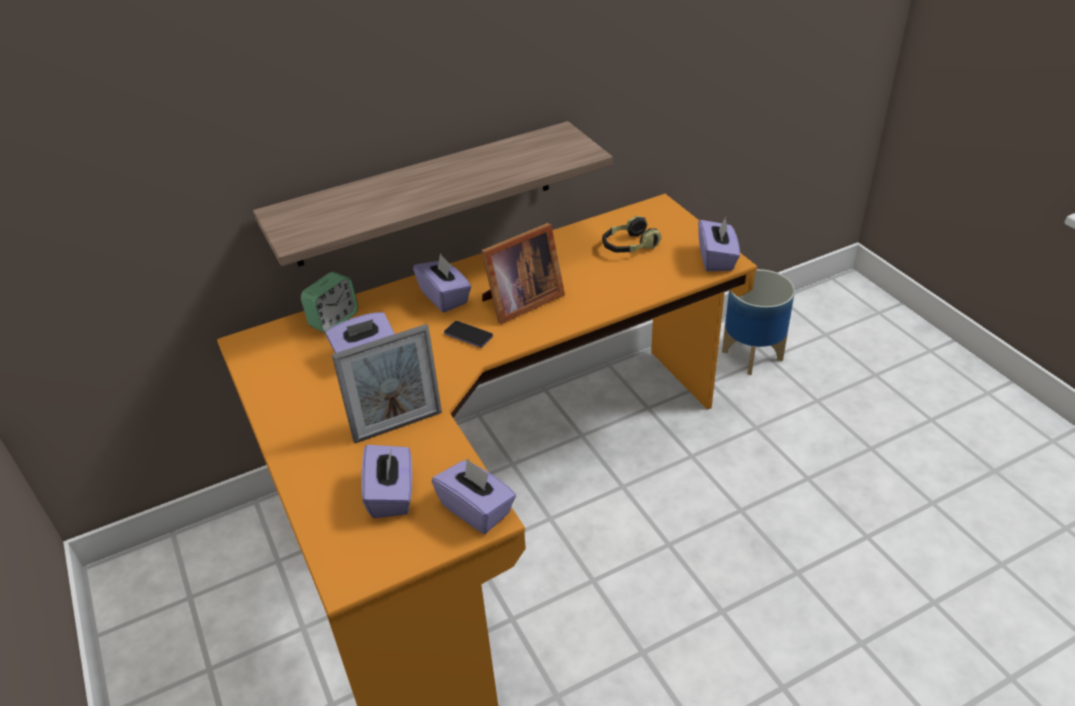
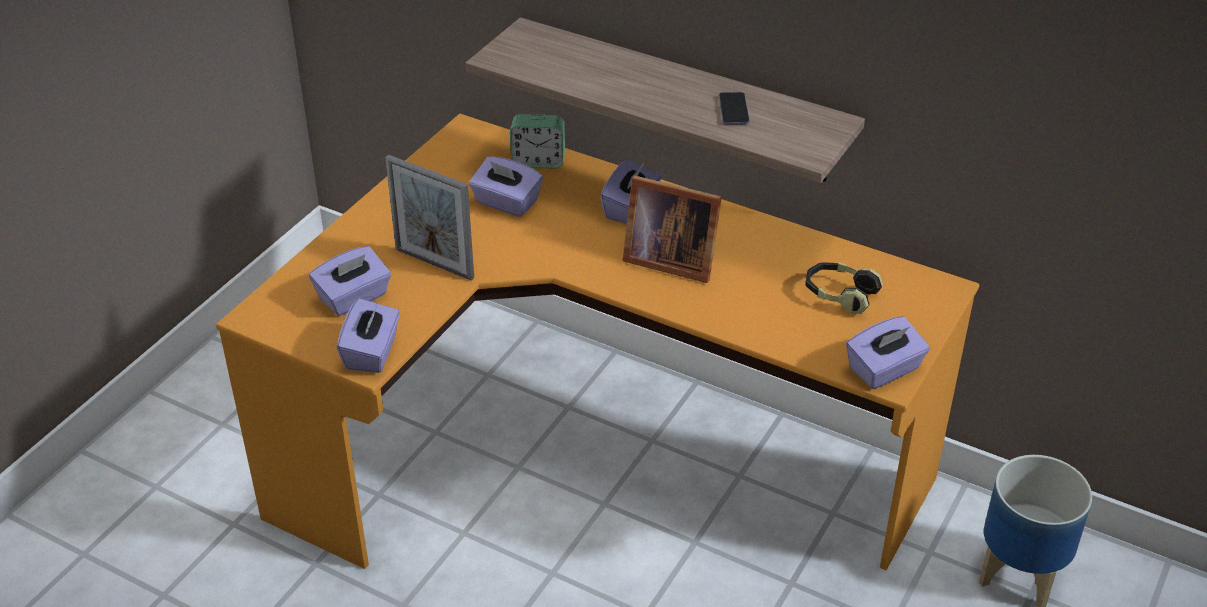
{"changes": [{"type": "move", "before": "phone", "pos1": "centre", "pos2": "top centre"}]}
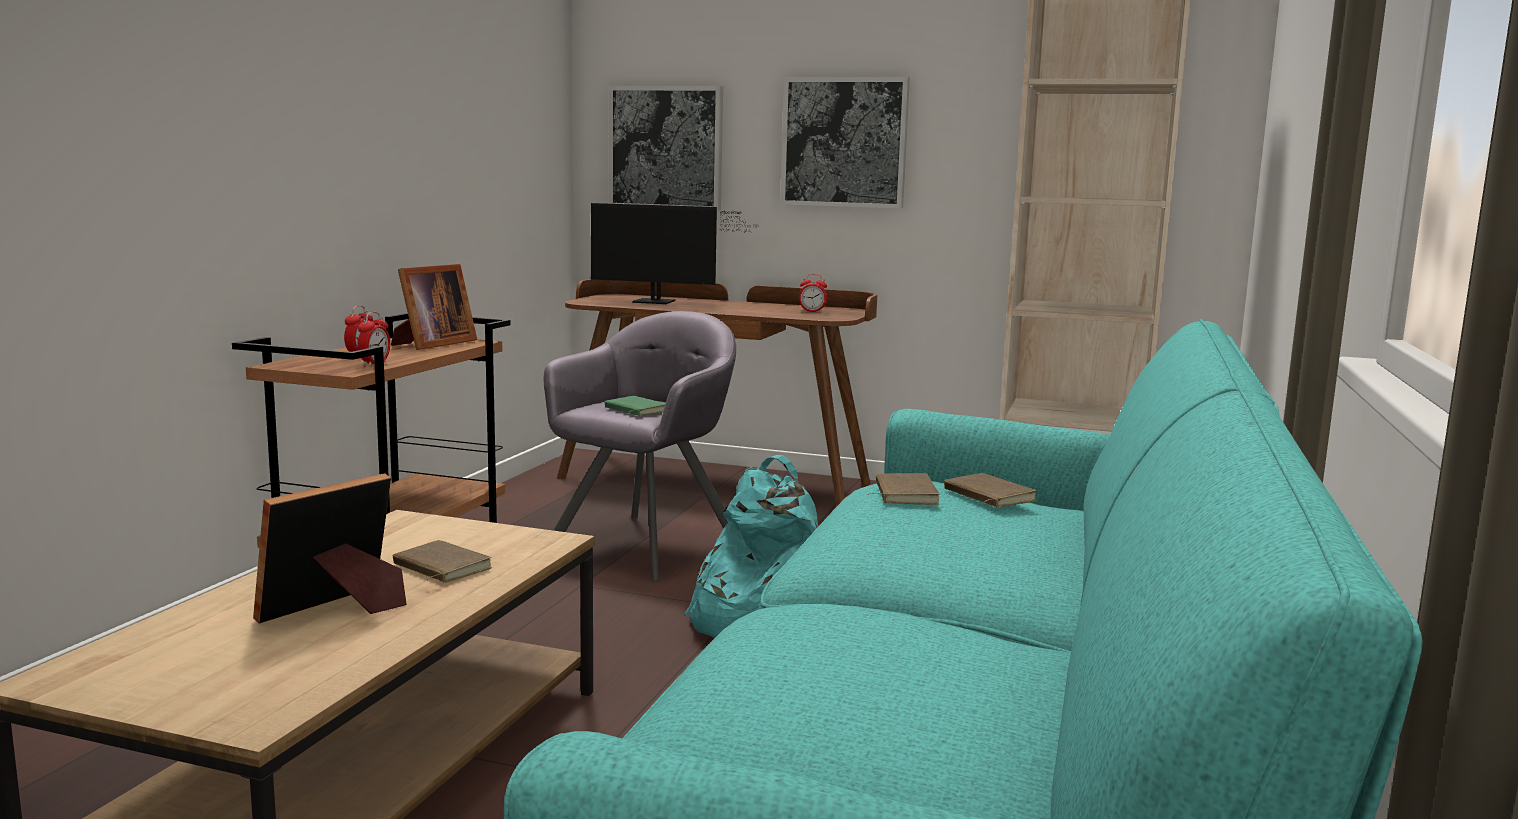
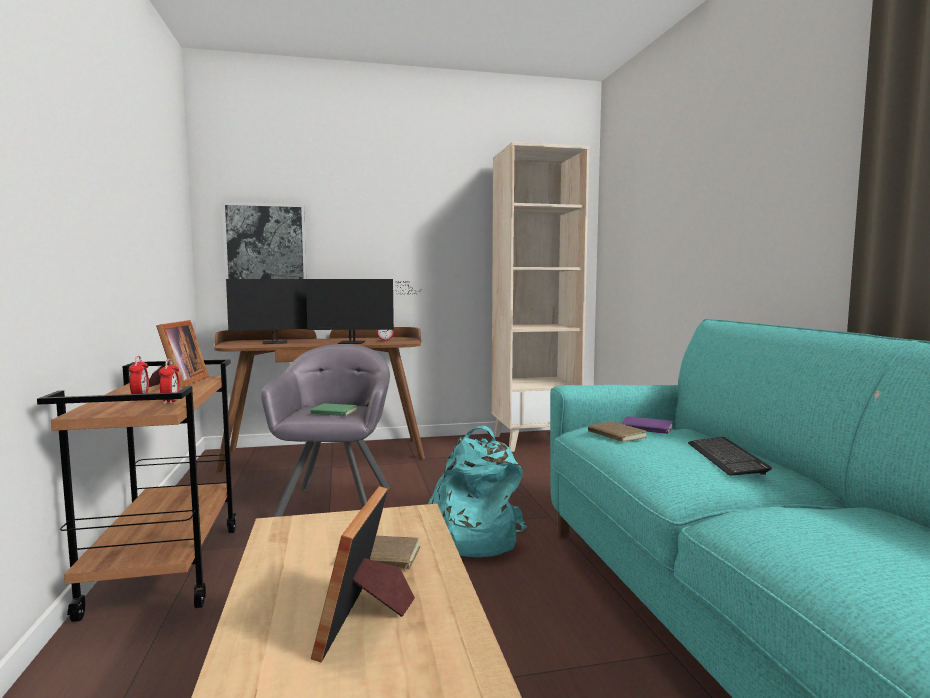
{"changes": [{"type": "insert", "after": "monitor (2nd from left)", "pos2": "centre"}, {"type": "recolor", "before": "brown book (3rd from left)", "after": "purple book", "pos1": "centre", "pos2": "middle right"}, {"type": "insert", "after": "keyboard", "pos2": "middle right"}, {"type": "delete", "before": "picture (2nd from left)", "pos1": "top centre"}]}
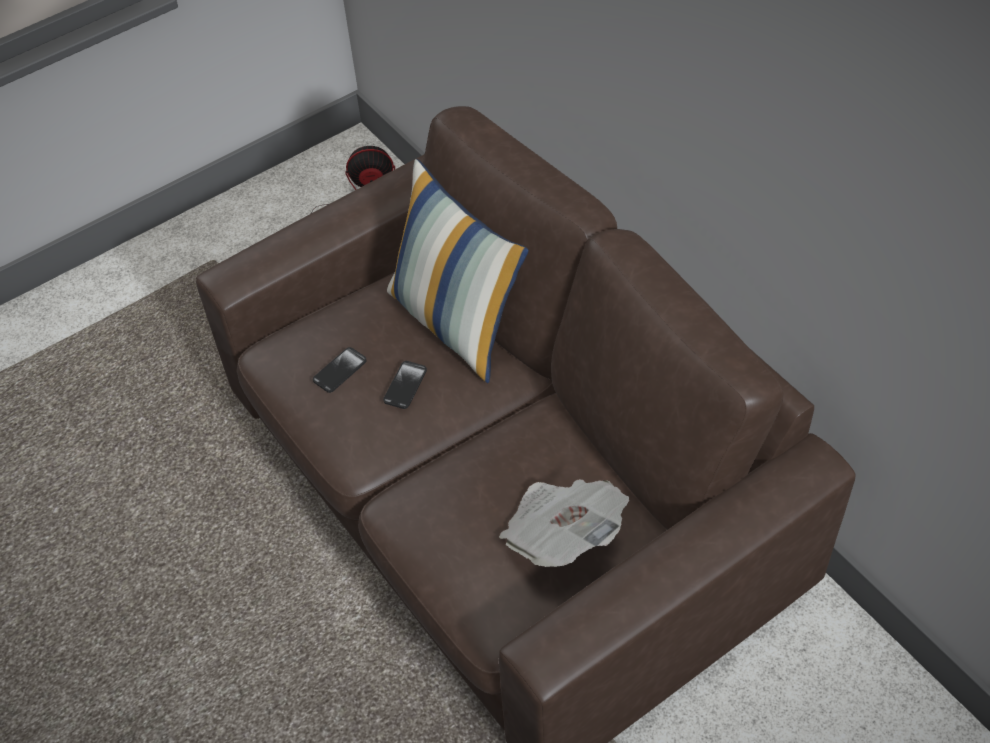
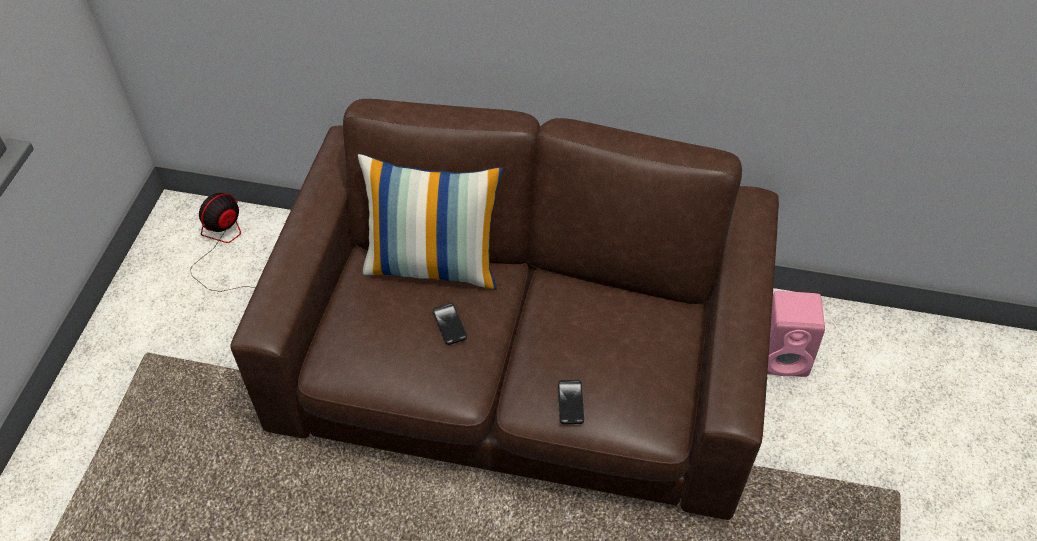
{"changes": [{"type": "move", "before": "phone (1st from left in the first image)", "after": "phone (2nd from left)", "pos1": "centre", "pos2": "bottom centre"}, {"type": "insert", "after": "pink speaker", "pos2": "middle right"}, {"type": "delete", "before": "newspaper", "pos1": "bottom centre"}]}
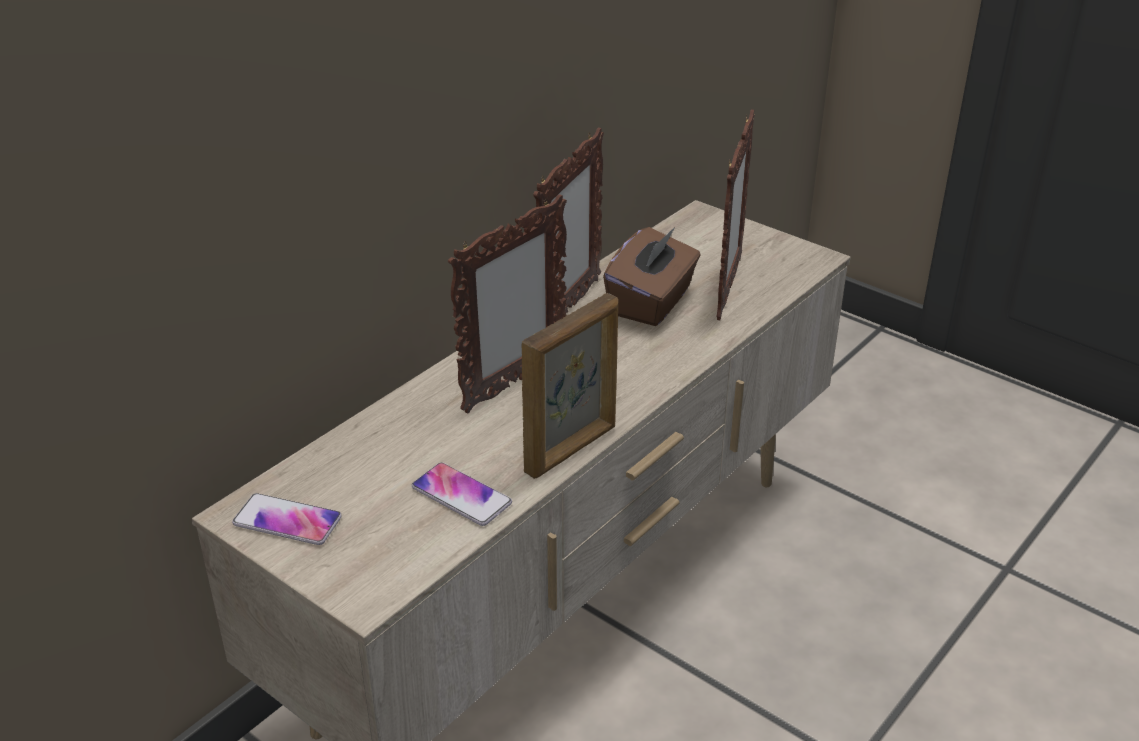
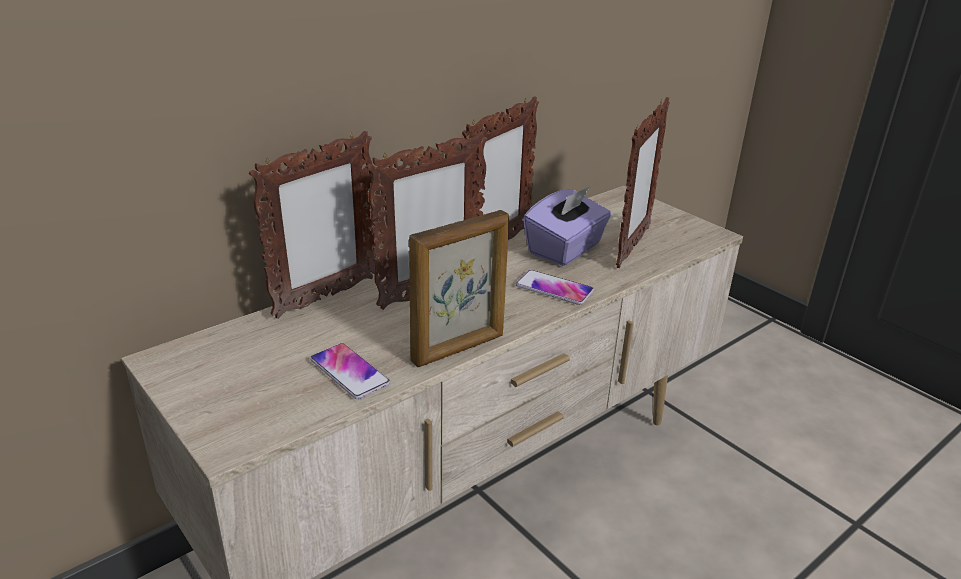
{"changes": [{"type": "insert", "after": "picture frame (1st from left)", "pos2": "middle left"}, {"type": "move", "before": "phone (1st from left in the first image)", "after": "phone (2nd from left)", "pos1": "bottom left", "pos2": "centre"}, {"type": "recolor", "before": "brown tissue box", "after": "purple tissue box", "pos1": "centre", "pos2": "centre"}]}
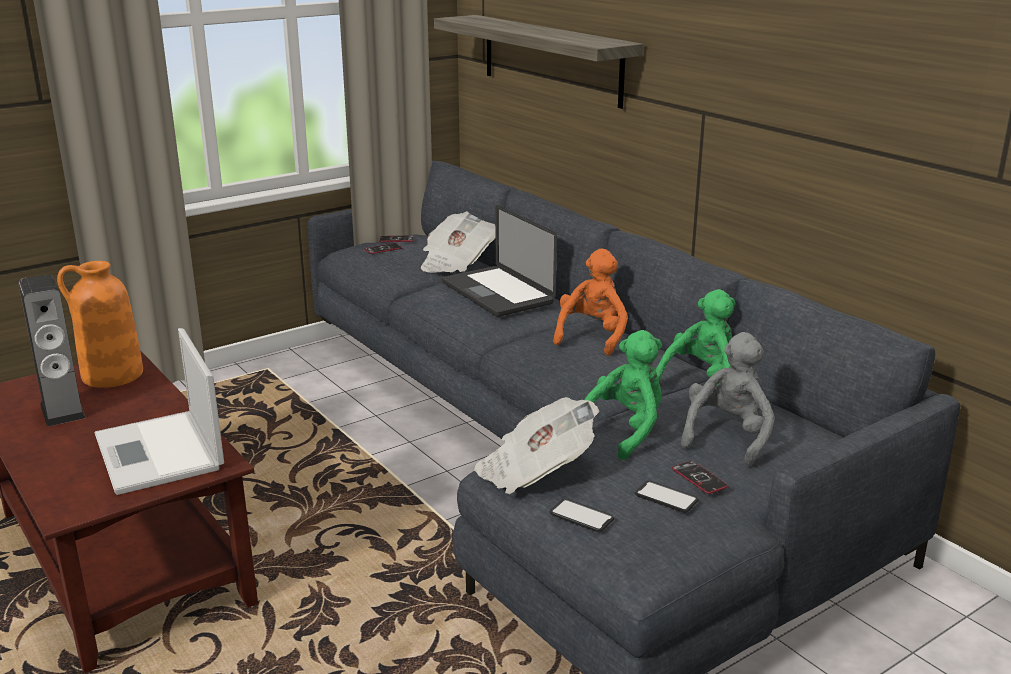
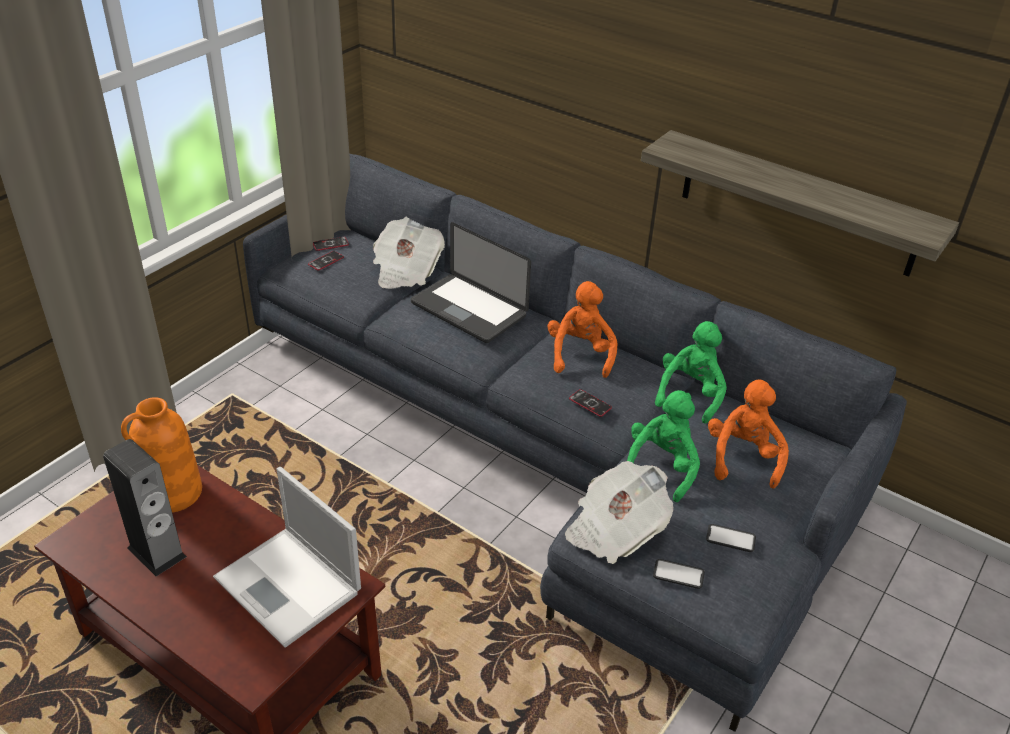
{"changes": [{"type": "move", "before": "phone (5th from left in the first image)", "after": "phone (3rd from left)", "pos1": "bottom right", "pos2": "centre"}, {"type": "move", "before": "shelf", "pos1": "top centre", "pos2": "top right"}, {"type": "recolor", "before": "grey plush toy", "after": "orange plush toy (2nd from left)", "pos1": "middle right", "pos2": "middle right"}]}
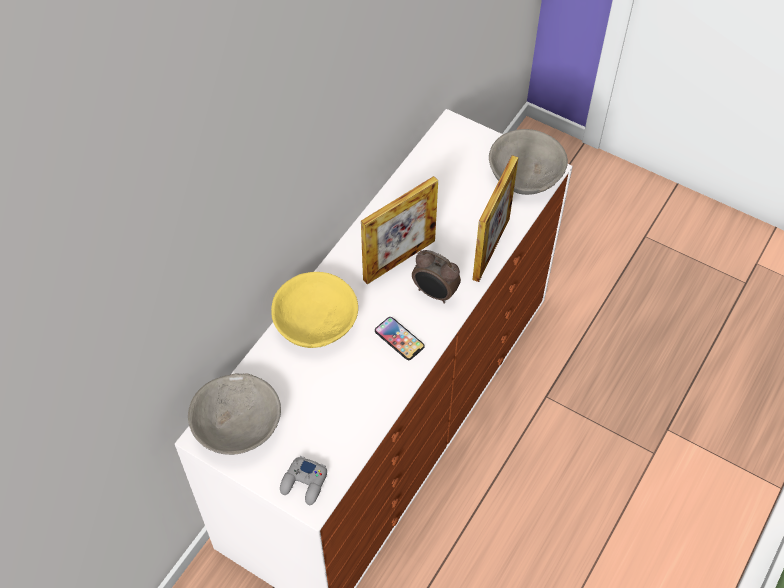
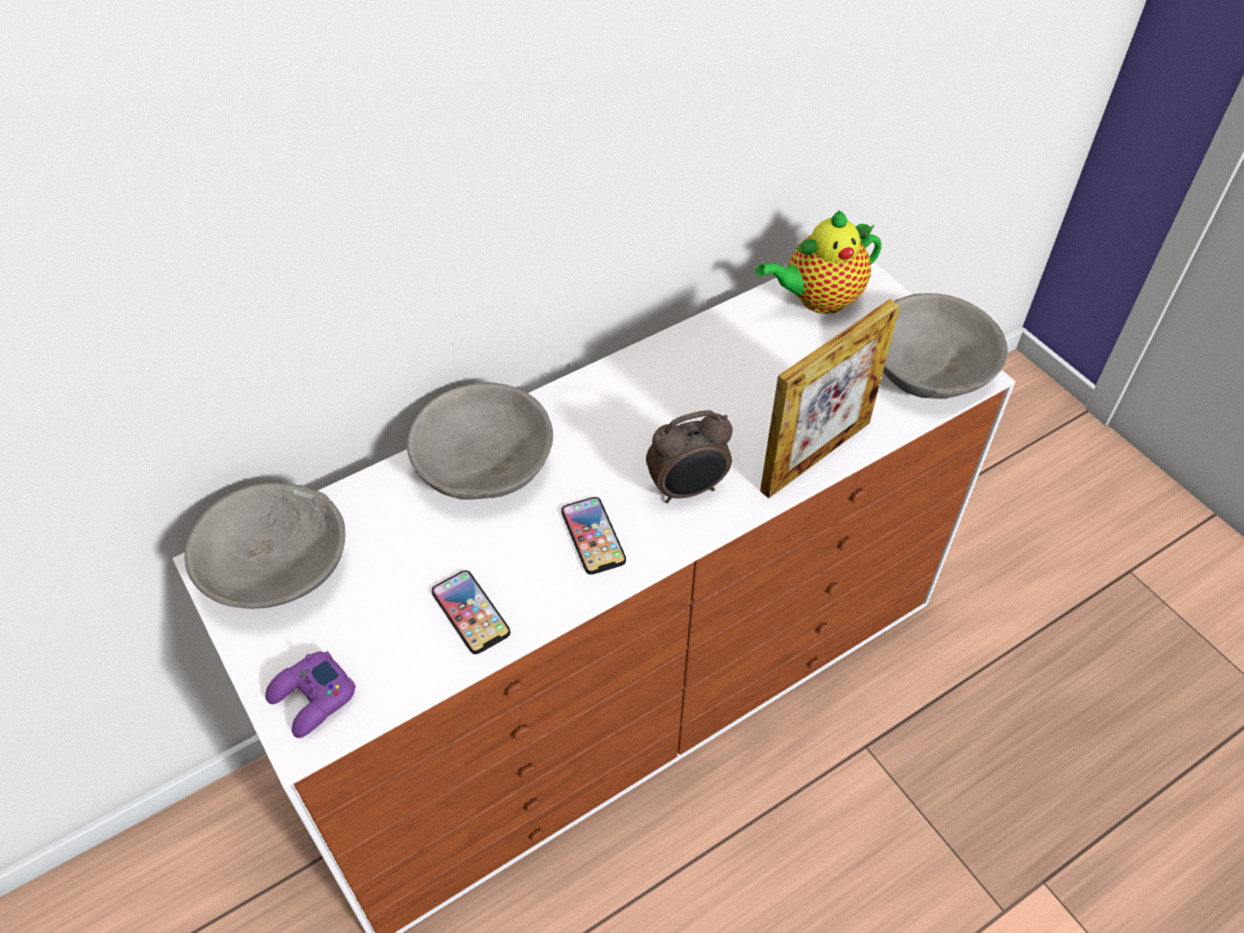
{"changes": [{"type": "recolor", "before": "grey game controller", "after": "purple game controller", "pos1": "bottom centre", "pos2": "bottom left"}, {"type": "recolor", "before": "yellow bowl", "after": "grey bowl (2nd from left)", "pos1": "centre", "pos2": "centre"}, {"type": "insert", "after": "phone (1st from left)", "pos2": "centre"}, {"type": "rotate", "before": "alarm clock", "pos1": "centre", "pos2": "centre", "turn": -75}, {"type": "insert", "after": "teapot", "pos2": "top centre"}, {"type": "delete", "before": "picture frame (1st from left)", "pos1": "centre"}]}
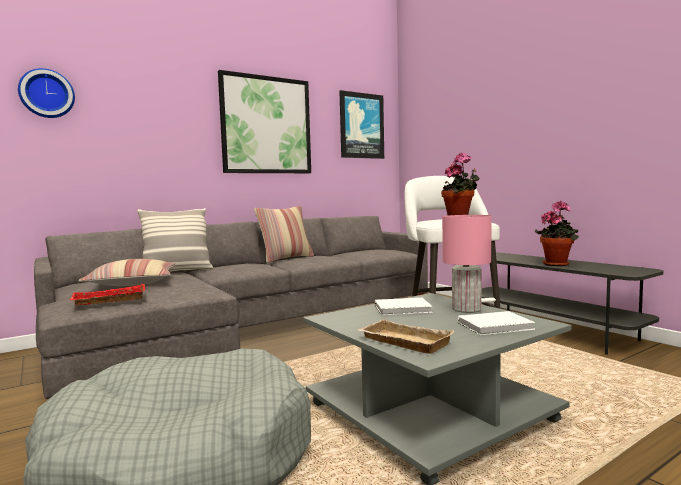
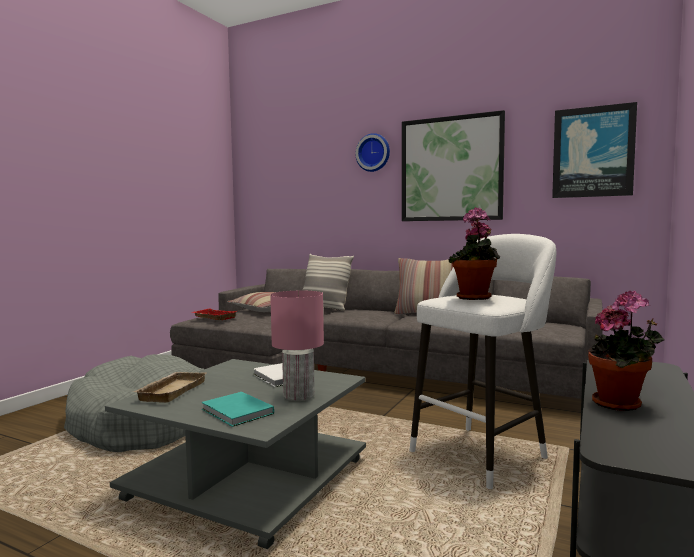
{"changes": [{"type": "recolor", "before": "white book (2nd from left)", "after": "turquoise book", "pos1": "middle right", "pos2": "bottom centre"}, {"type": "move", "before": "wall clock", "pos1": "top left", "pos2": "top centre"}]}
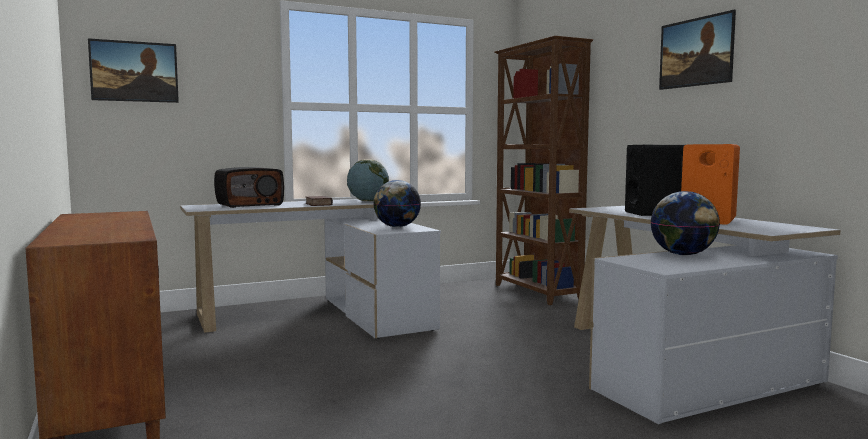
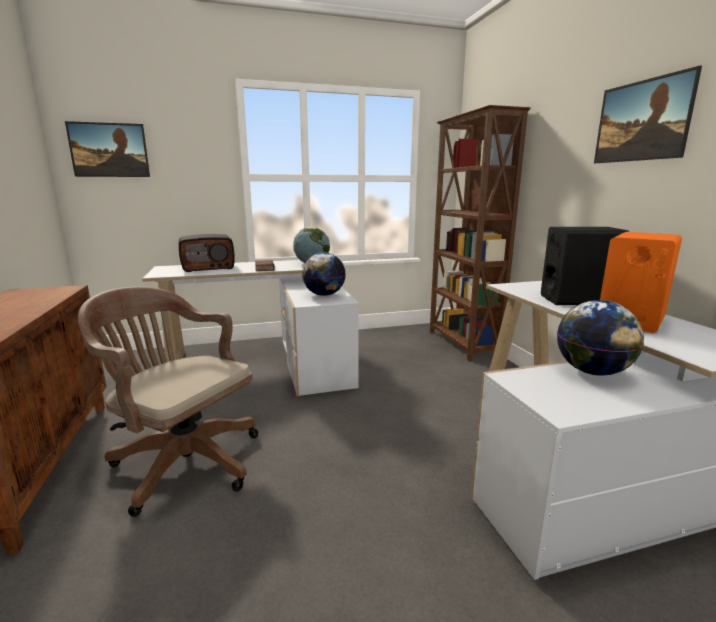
{"changes": [{"type": "insert", "after": "brown office chair", "pos2": "middle left"}]}
